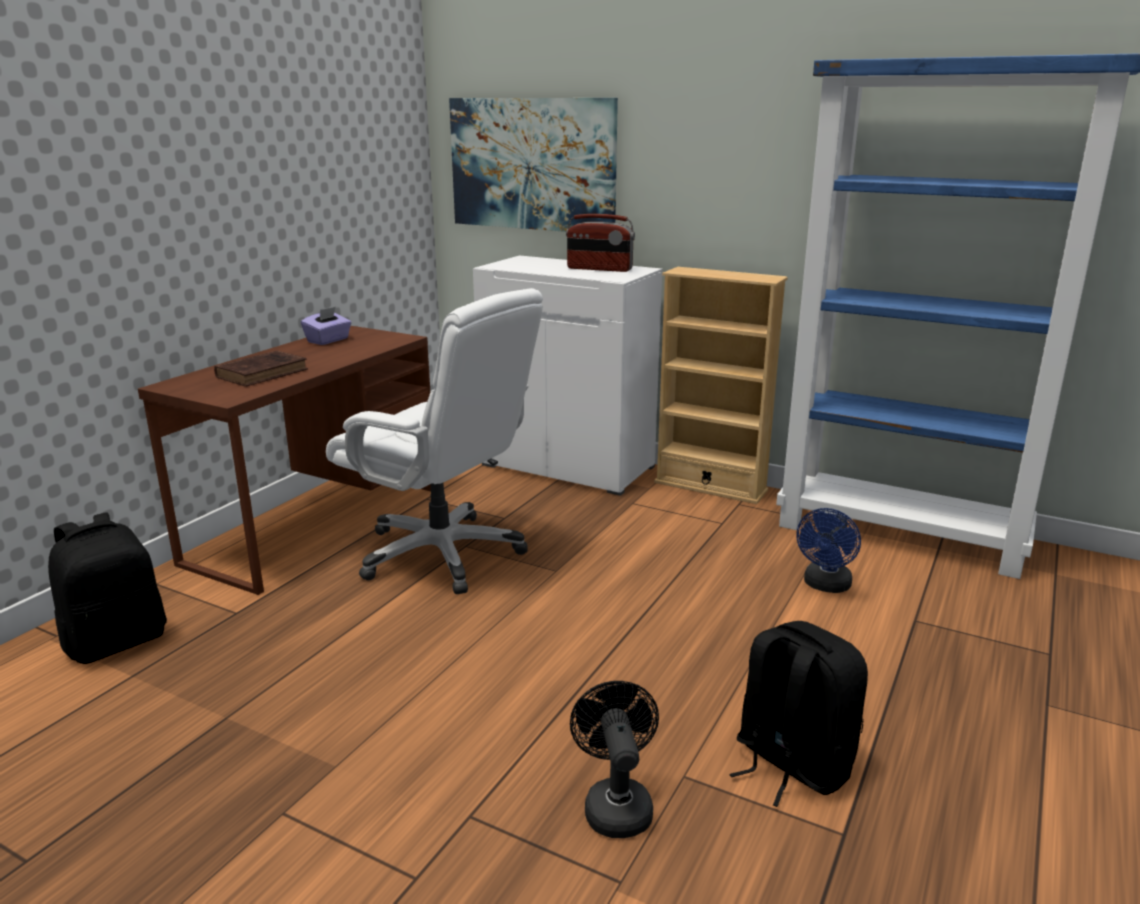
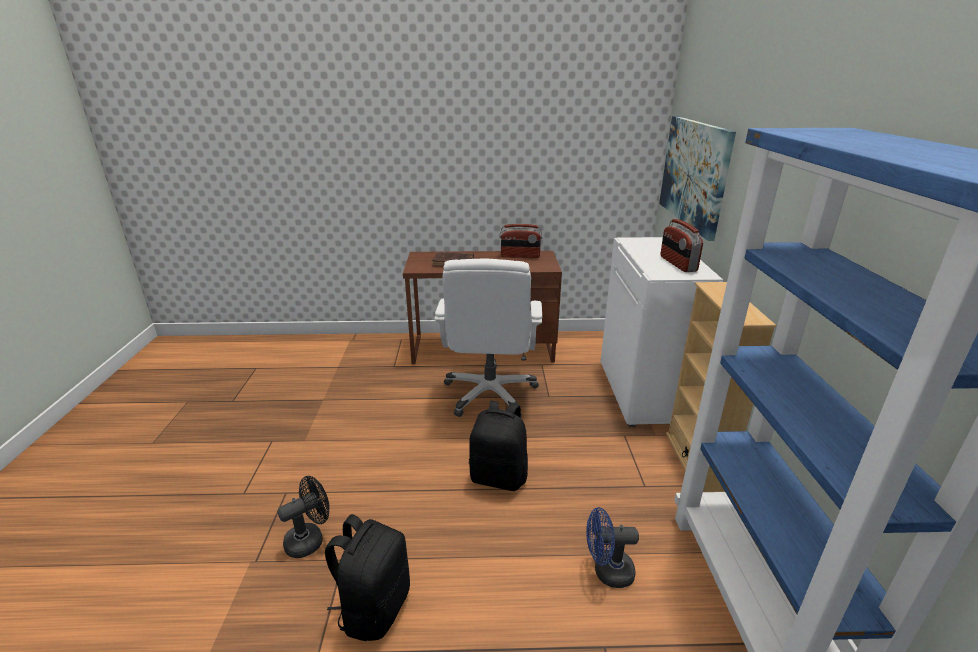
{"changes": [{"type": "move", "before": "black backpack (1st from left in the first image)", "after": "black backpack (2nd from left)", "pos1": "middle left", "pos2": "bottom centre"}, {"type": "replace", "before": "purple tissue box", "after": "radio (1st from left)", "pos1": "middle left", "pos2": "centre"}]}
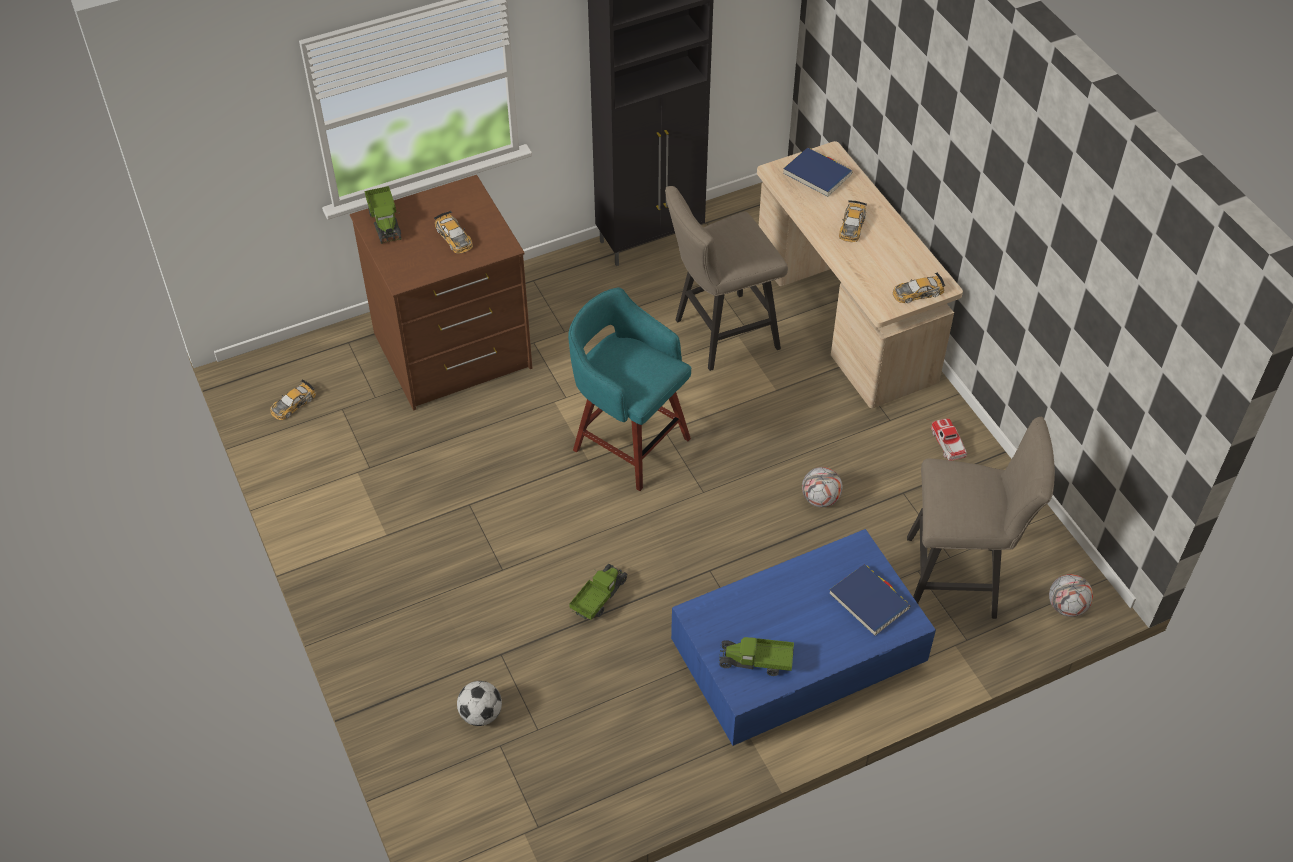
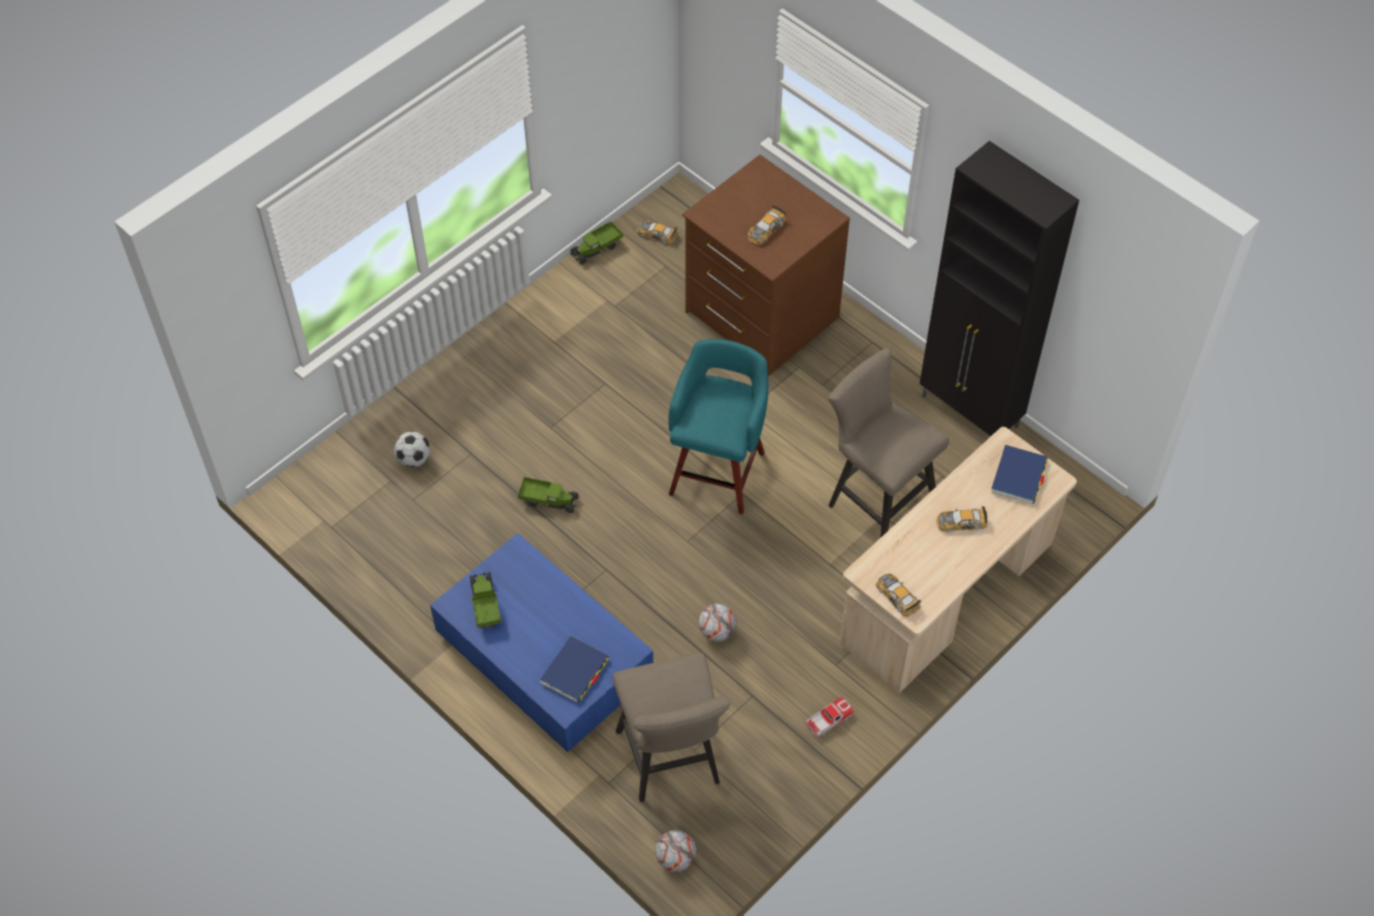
{"changes": [{"type": "move", "before": "toy truck (1st from left in the first image)", "after": "toy truck (3rd from left)", "pos1": "top left", "pos2": "top centre"}]}
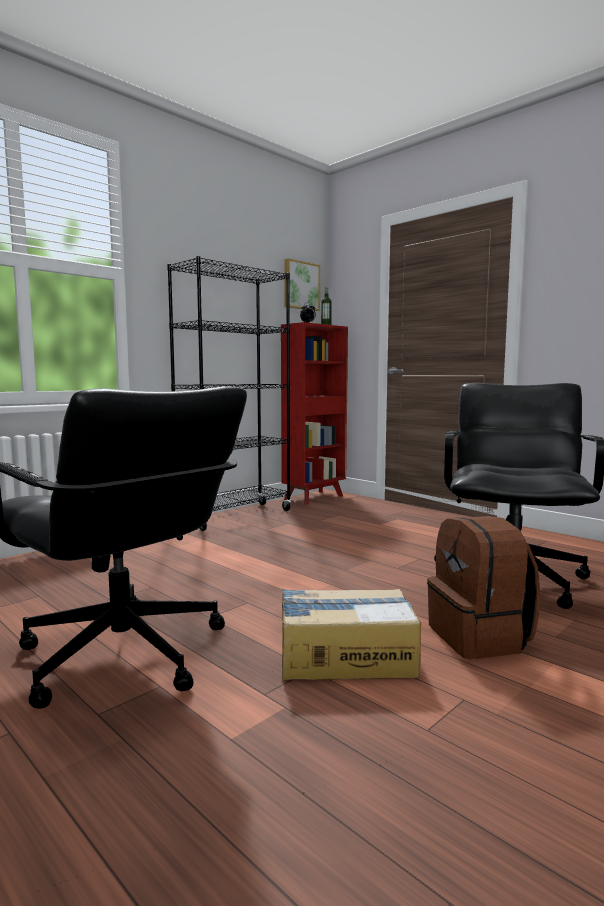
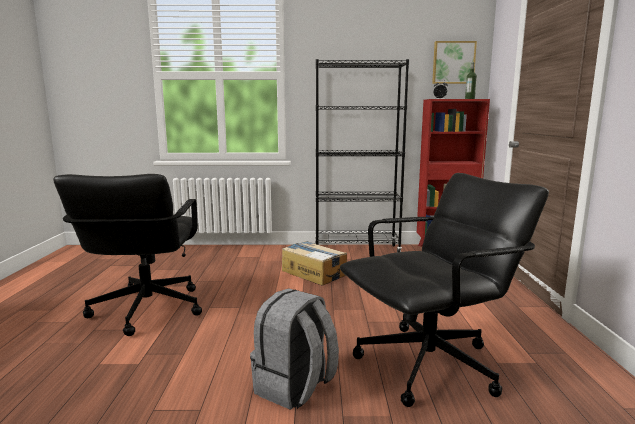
{"changes": [{"type": "recolor", "before": "brown backpack", "after": "grey backpack", "pos1": "middle right", "pos2": "bottom centre"}, {"type": "move", "before": "cardboard box", "pos1": "bottom centre", "pos2": "centre"}]}
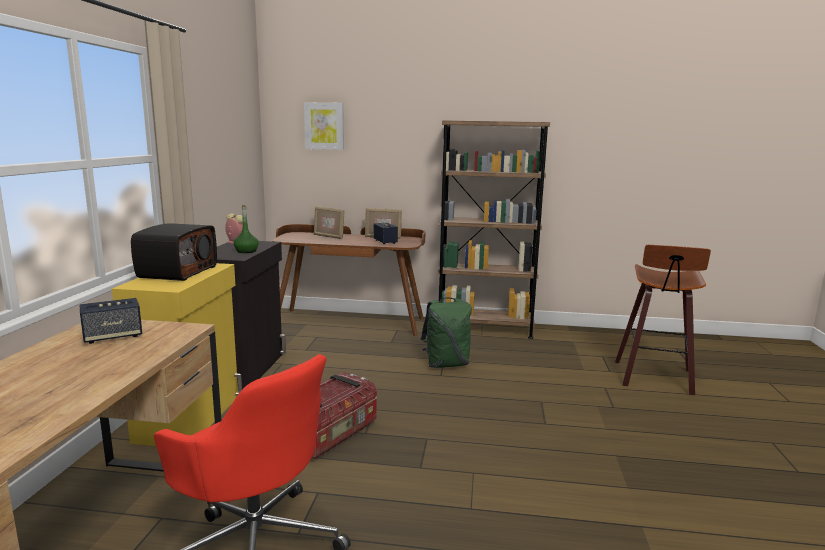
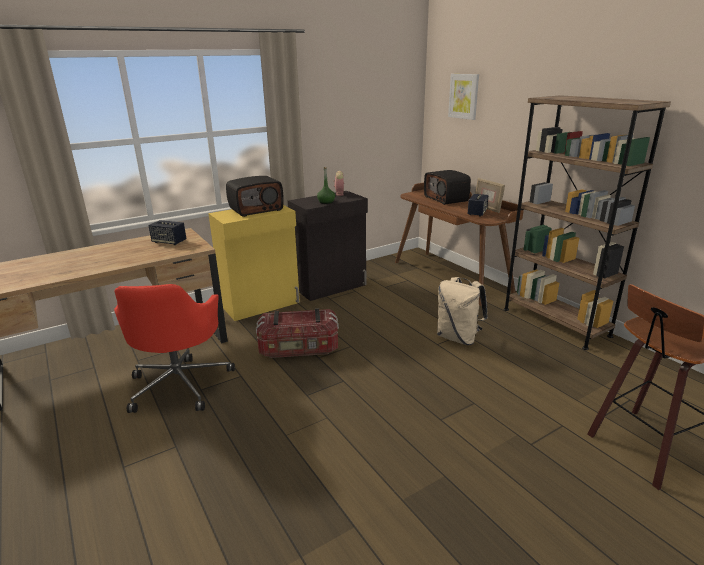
{"changes": [{"type": "replace", "before": "picture frame (1st from left)", "after": "radio (2nd from left)", "pos1": "centre", "pos2": "top centre"}, {"type": "recolor", "before": "green backpack", "after": "beige backpack", "pos1": "centre", "pos2": "centre"}]}
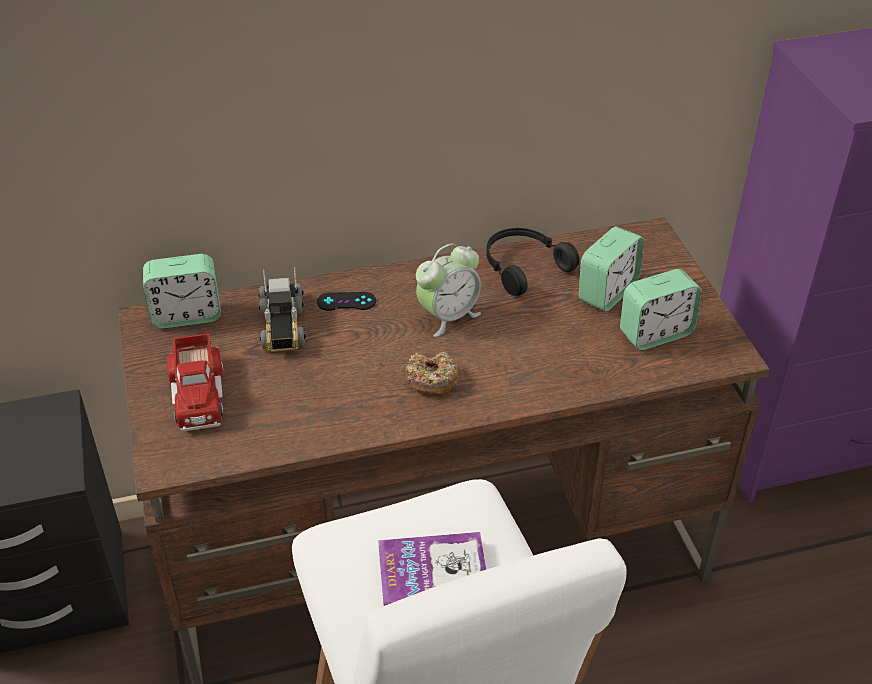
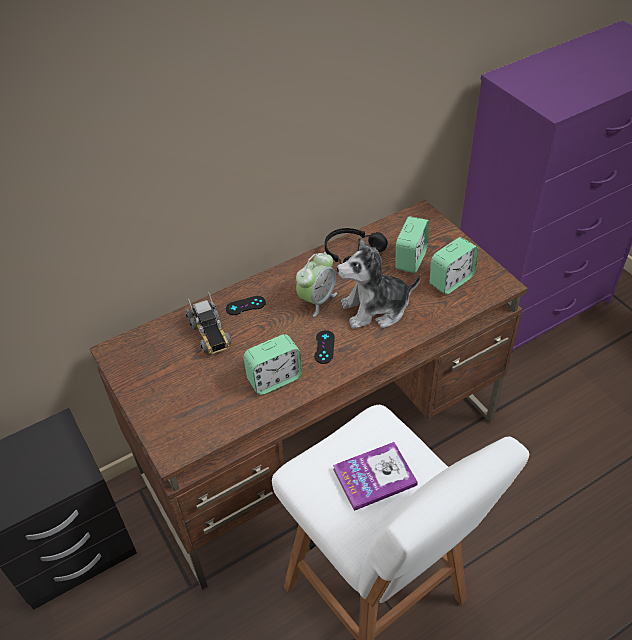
{"changes": [{"type": "move", "before": "alarm clock (1st from left)", "pos1": "middle left", "pos2": "centre"}, {"type": "replace", "before": "donut", "after": "black game controller (2nd from left)", "pos1": "centre", "pos2": "centre"}, {"type": "insert", "after": "plush toy", "pos2": "centre"}, {"type": "delete", "before": "toy truck (1st from left)", "pos1": "middle left"}]}
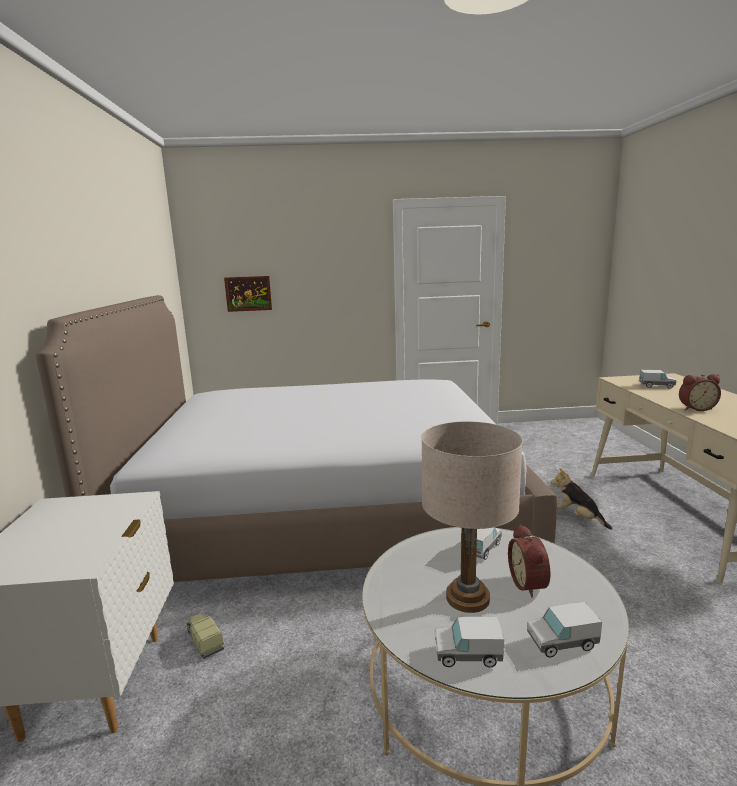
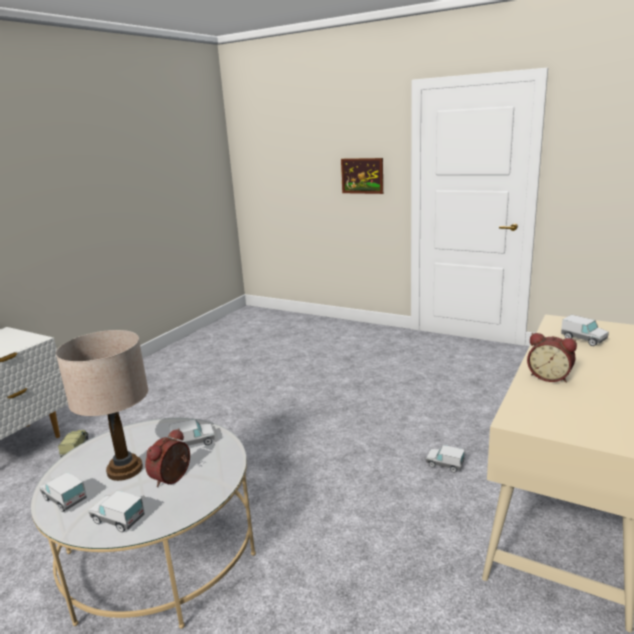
{"changes": [{"type": "move", "before": "picture", "pos1": "centre", "pos2": "top centre"}, {"type": "replace", "before": "plush toy", "after": "toy truck (5th from left)", "pos1": "middle right", "pos2": "bottom right"}, {"type": "delete", "before": "bed", "pos1": "centre"}]}
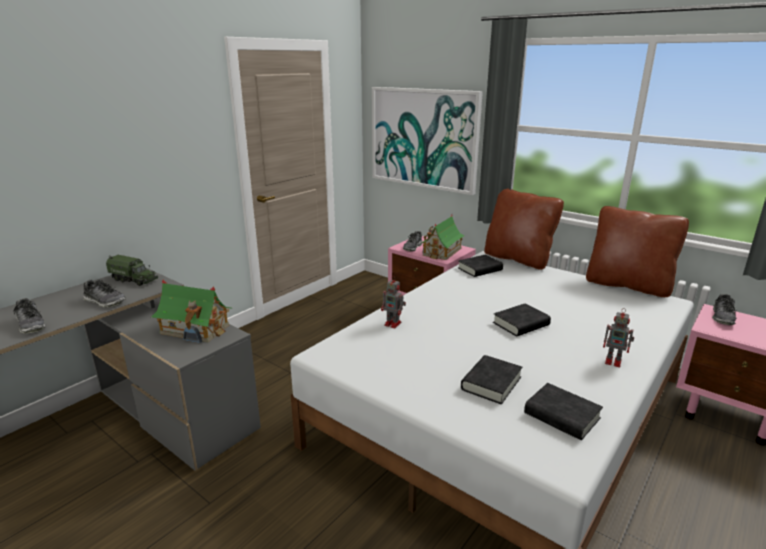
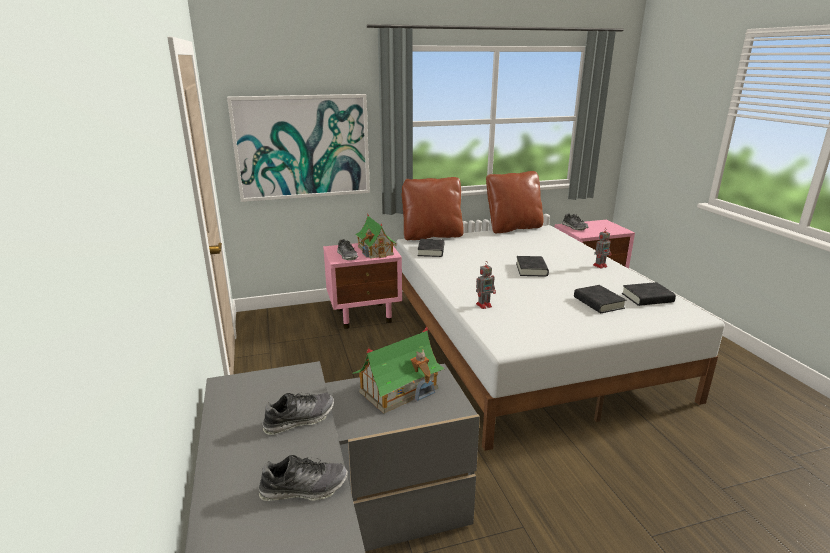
{"changes": [{"type": "delete", "before": "toy truck", "pos1": "middle left"}]}
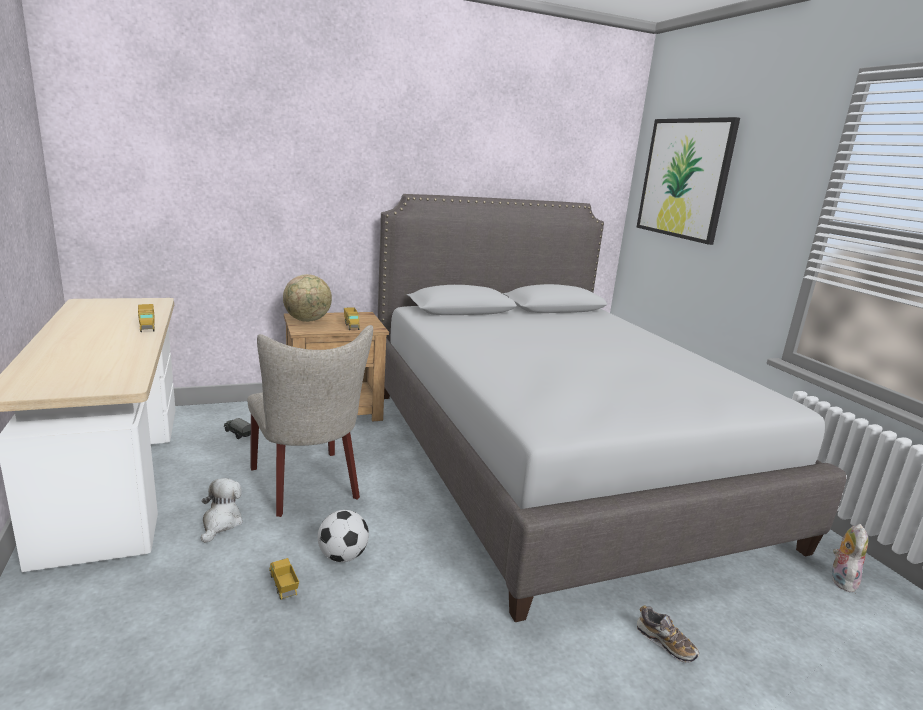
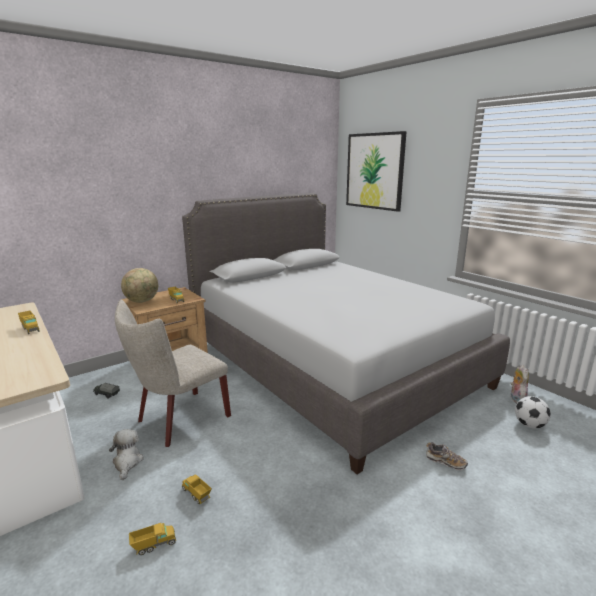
{"changes": [{"type": "rotate", "before": "beige chair", "pos1": "centre", "pos2": "middle left", "turn": 90}, {"type": "insert", "after": "toy truck (3rd from left)", "pos2": "bottom left"}, {"type": "move", "before": "football", "pos1": "bottom centre", "pos2": "bottom right"}]}
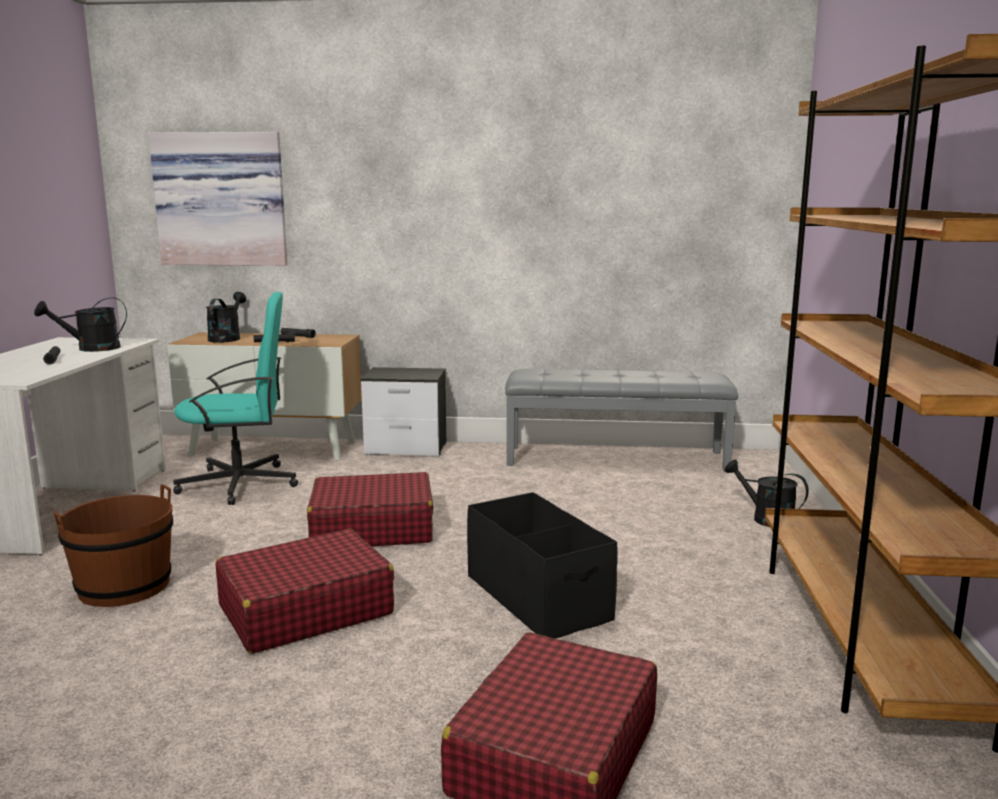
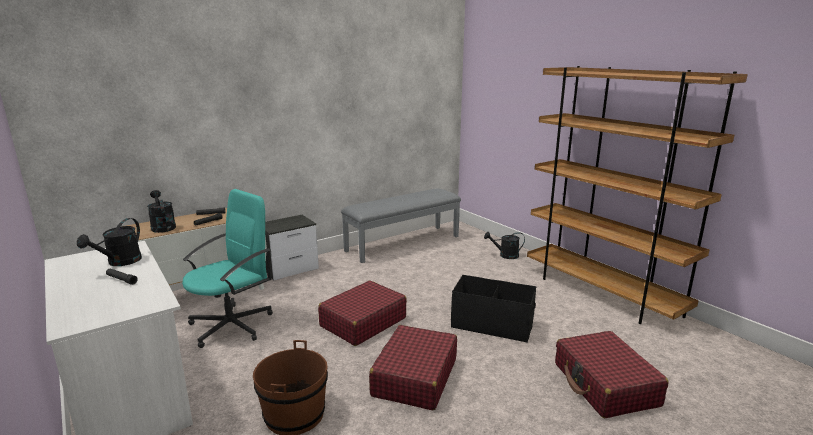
{"changes": [{"type": "delete", "before": "picture", "pos1": "top left"}]}
